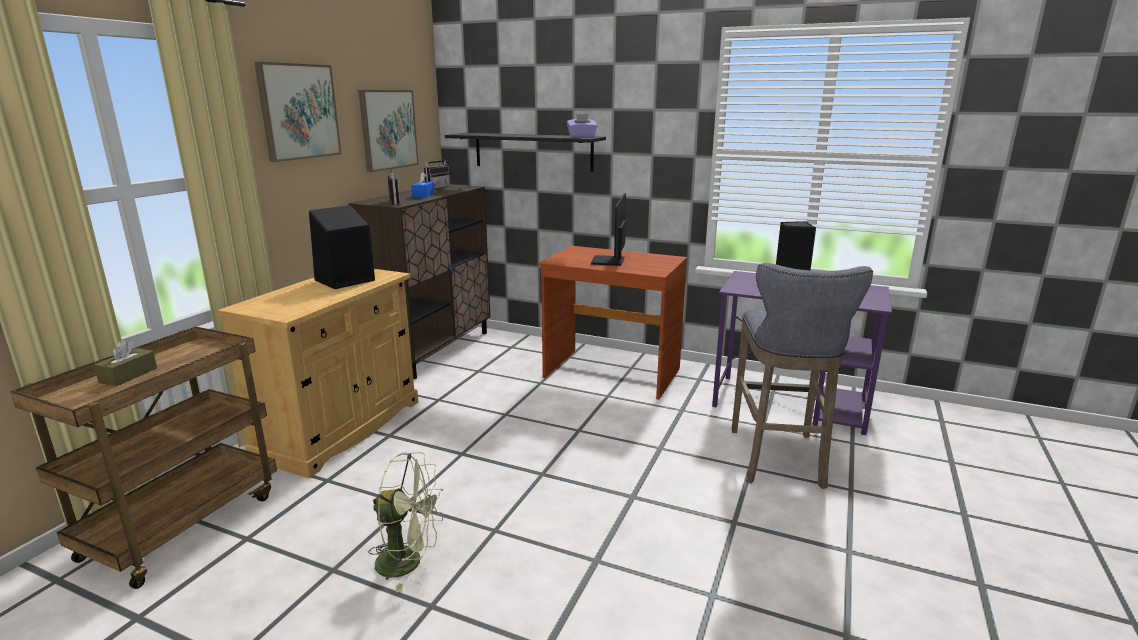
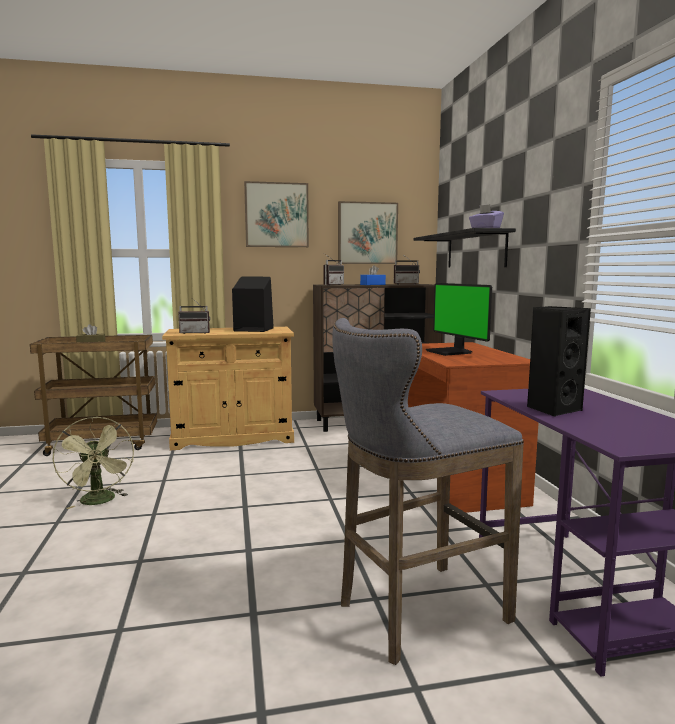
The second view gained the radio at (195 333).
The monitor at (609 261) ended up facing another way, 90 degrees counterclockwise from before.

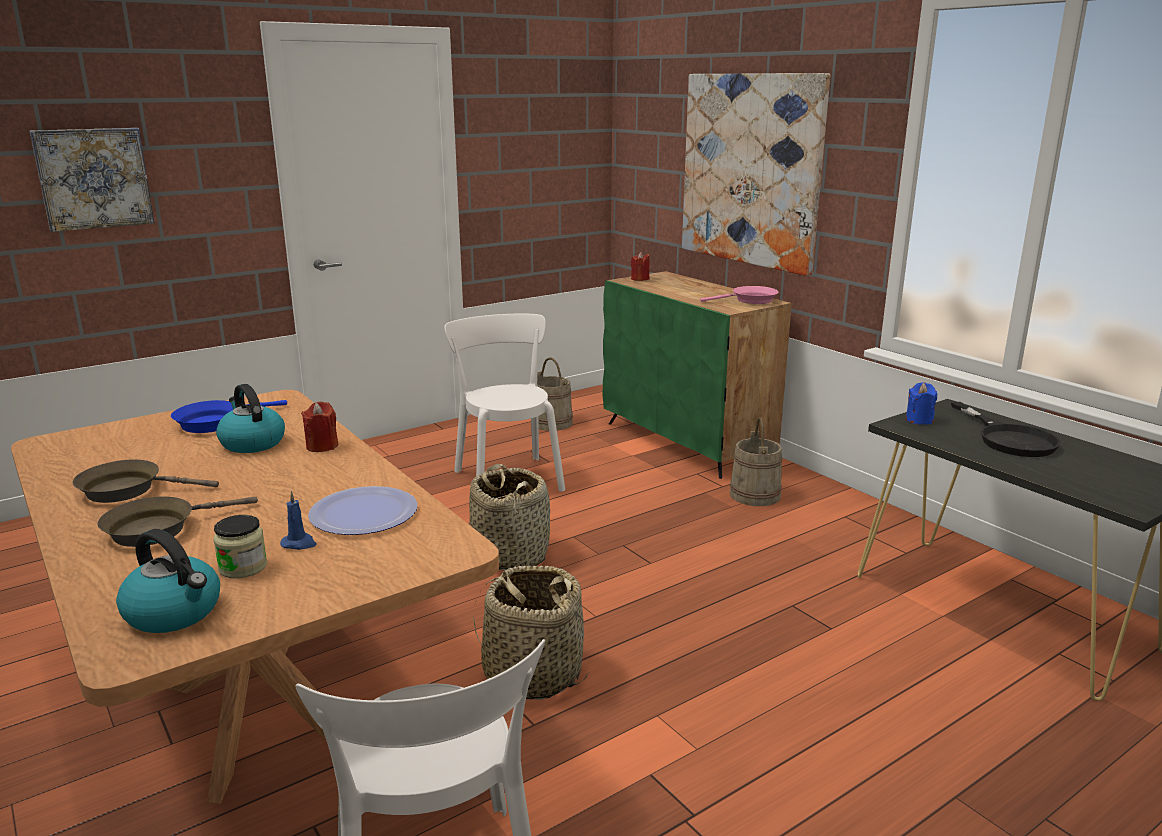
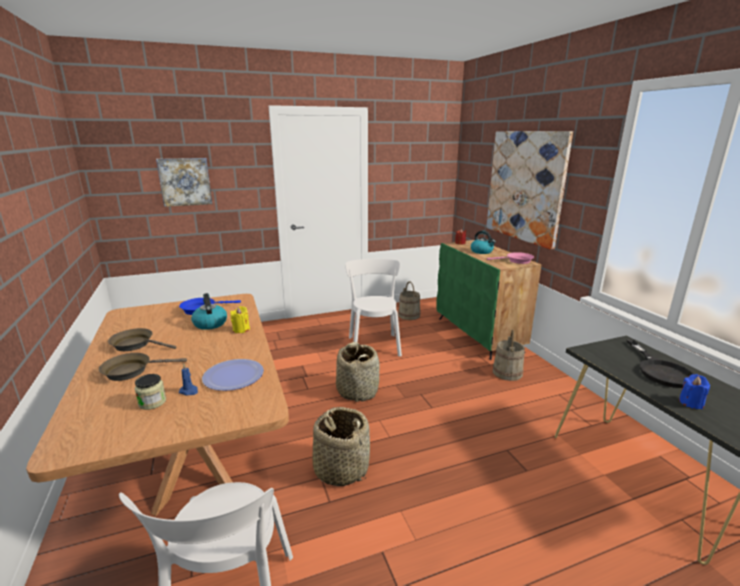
What was the vela/rojo at (322 446) turned into the vela/amarillo at (241 329).
The hervidor ended up elsewhere, having gone from (175 612) to (482 251).
The vela/azul ended up elsewhere, having gone from (919 420) to (691 403).

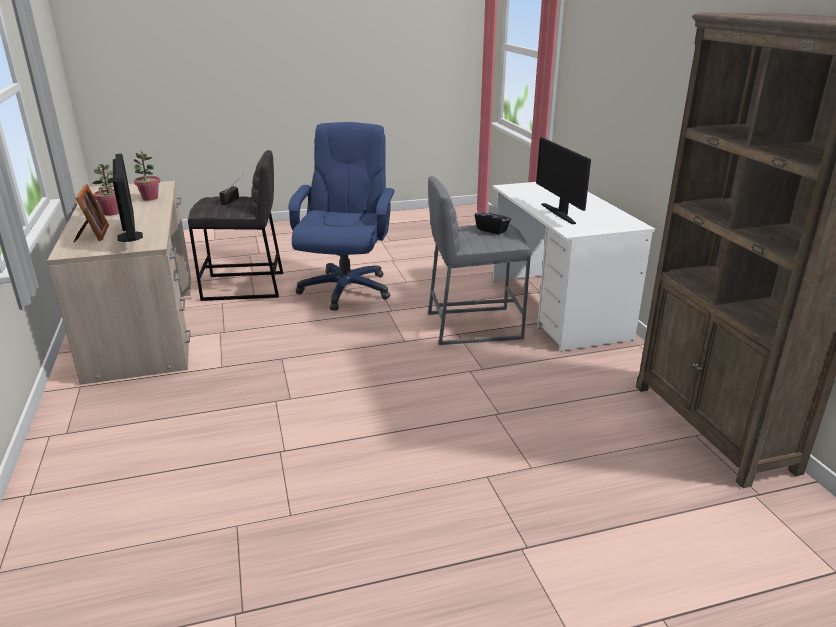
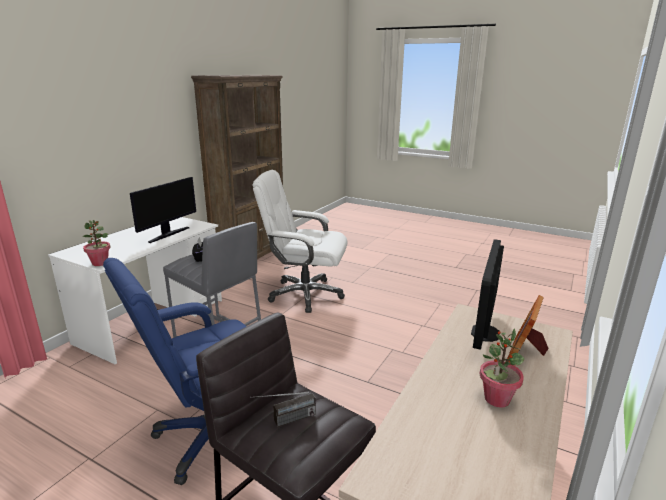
The planta en maceta ended up elsewhere, having gone from (150 198) to (100 263).
The second view gained the silla de oficina/blanco at (304 294).

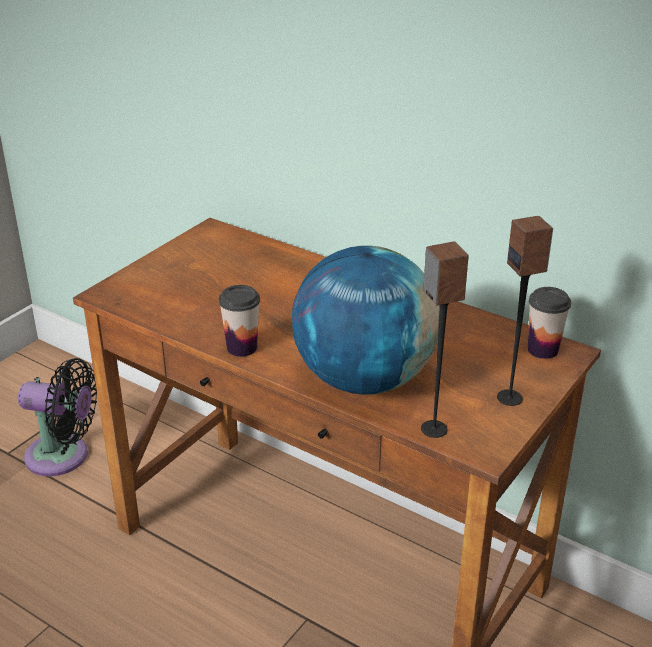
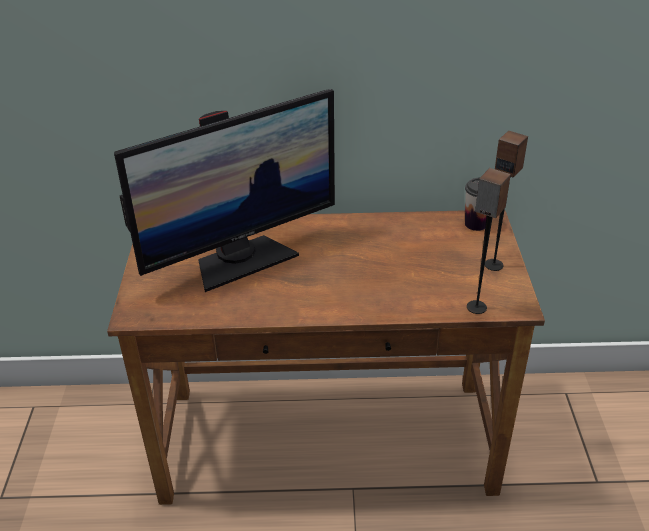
The second view gained the monitor at (240 259).
The second view lost the ventilador/negro at (63 456).
The second view lost the taza at (242 348).
The second view lost the globo terráqueo at (364 380).

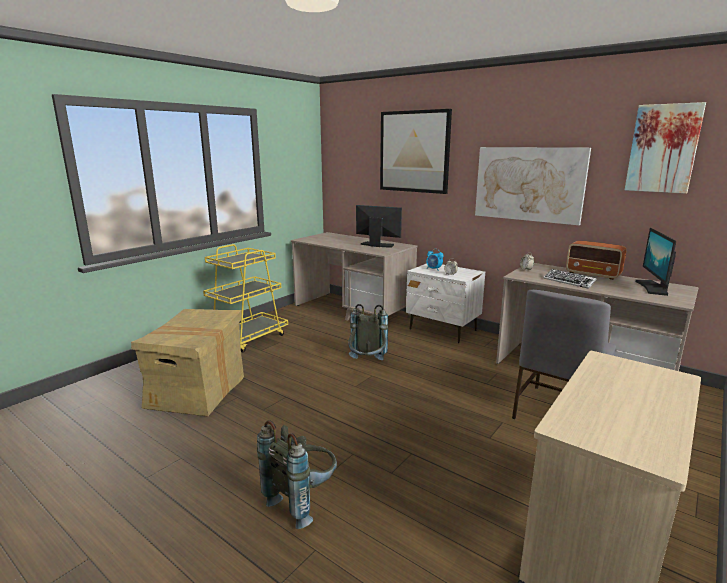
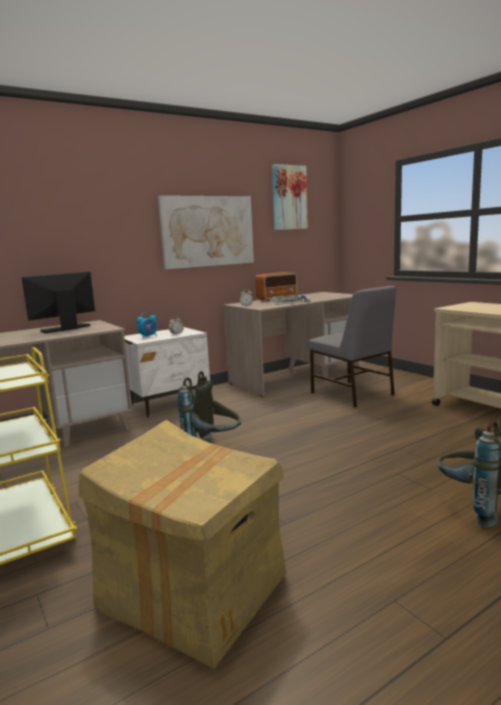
The second view lost the cuadro at (414 151).
The second view lost the monitor at (653 288).

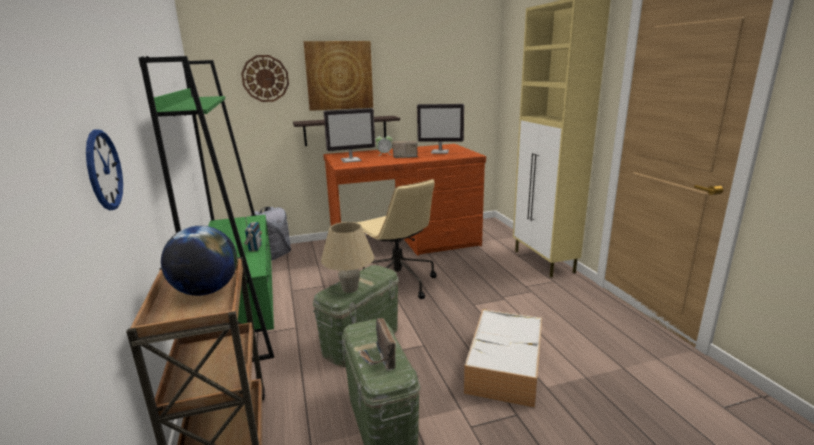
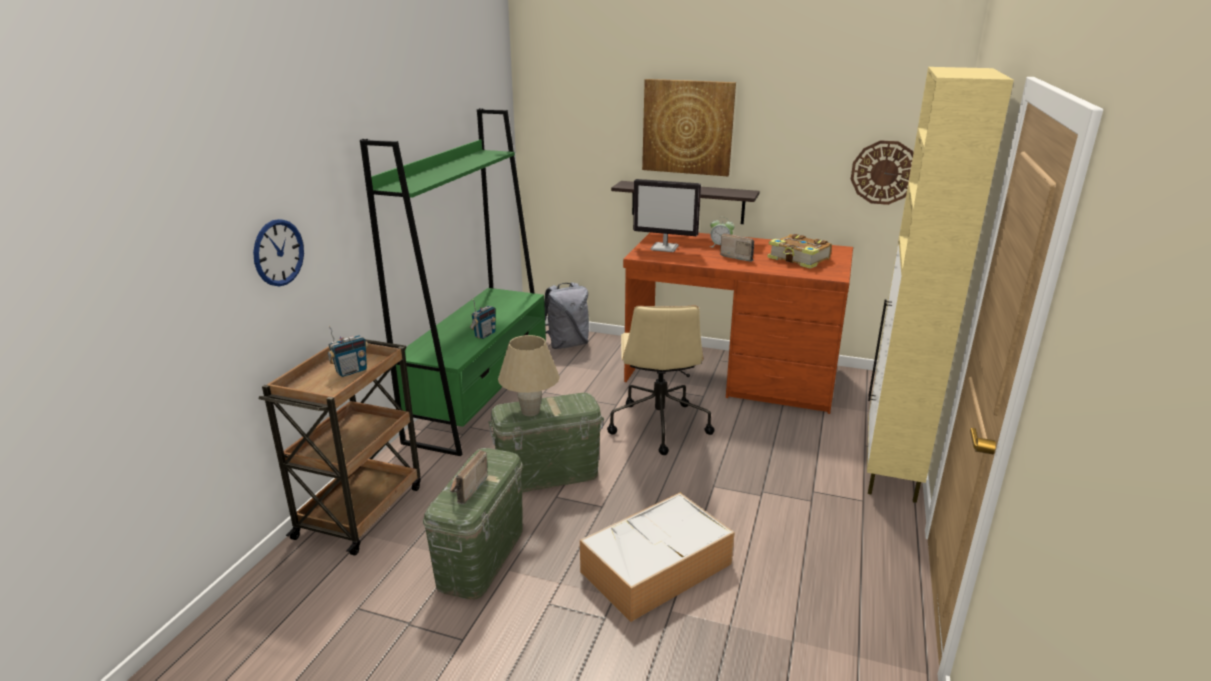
Where the globo terráqueo stood at (206 291), the radio came to stand at (351 371).
Where the monitor stood at (440 152), the libro came to stand at (799 259).
The reloj de pared ended up elsewhere, having gone from (265 78) to (884 172).

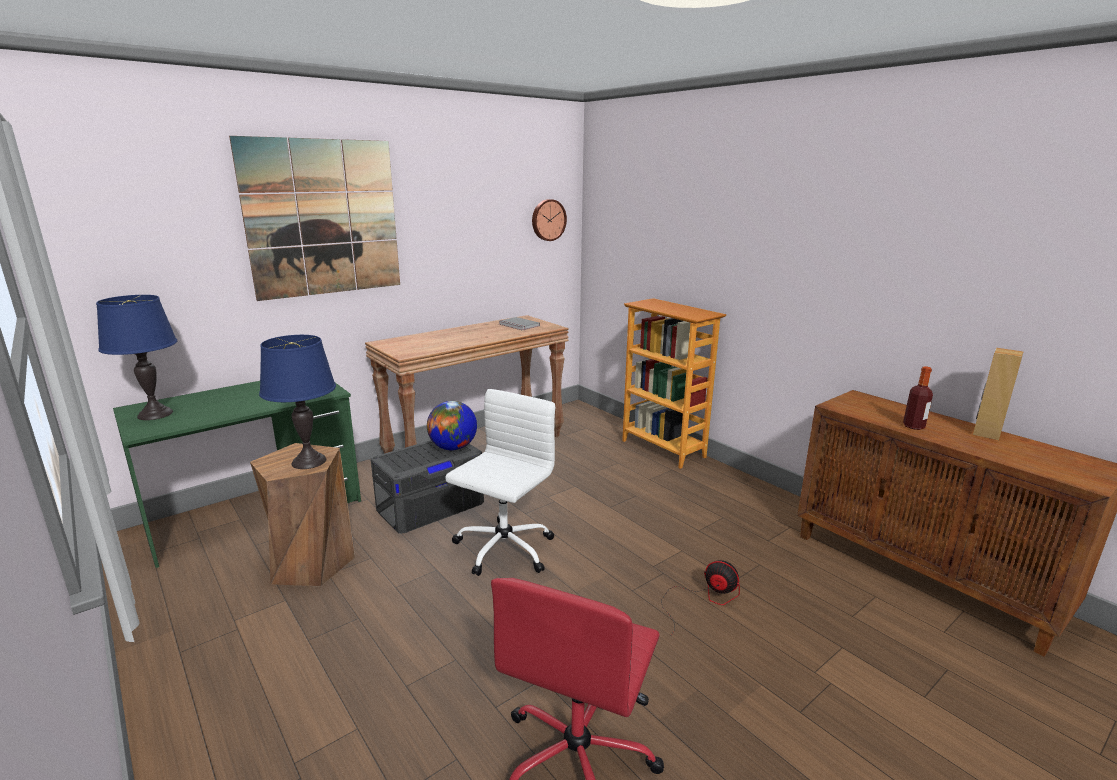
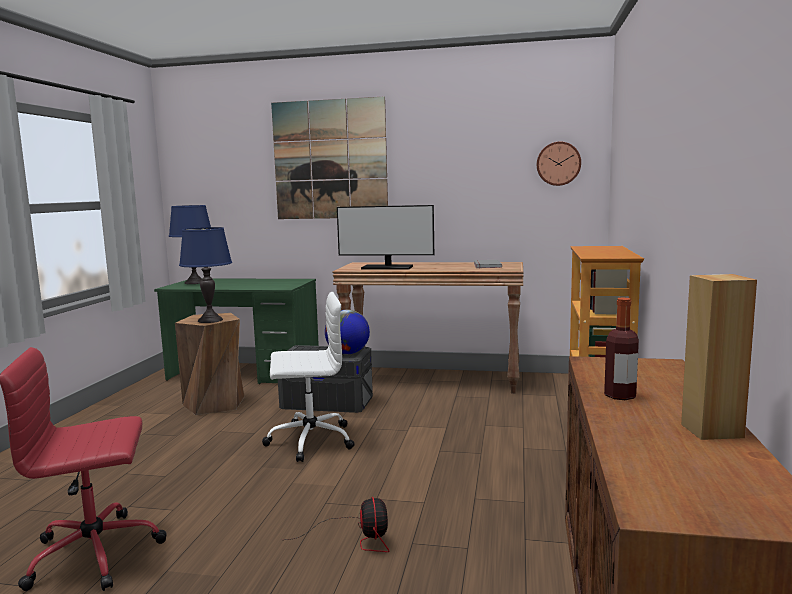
The second view gained the monitor at (387 267).

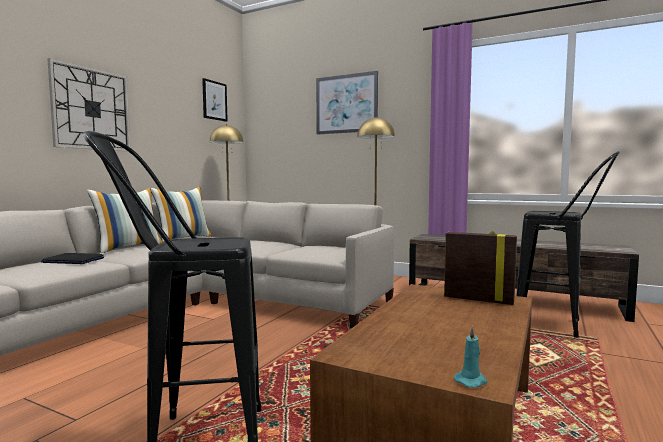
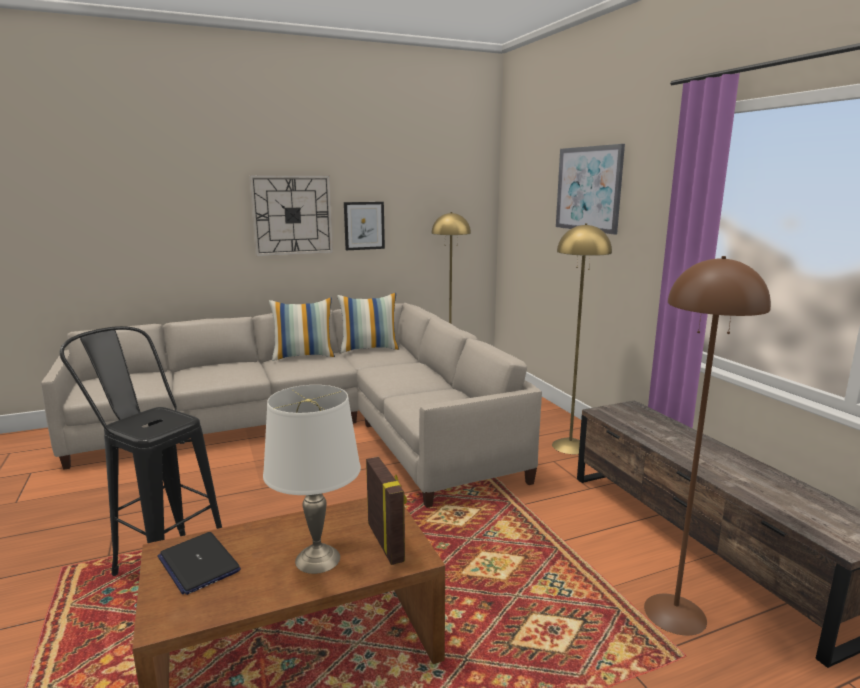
The portátil ended up elsewhere, having gone from (73 260) to (198 564).
The second view gained the lámpara de mesa/blanco at (317 559).
The cuadro ended up elsewhere, having gone from (214 100) to (364 225).
Where the taburete/negro stood at (560 326), the lámpara de pie/marrón came to stand at (675 613).
The second view lost the vela/turquesa at (471 381).

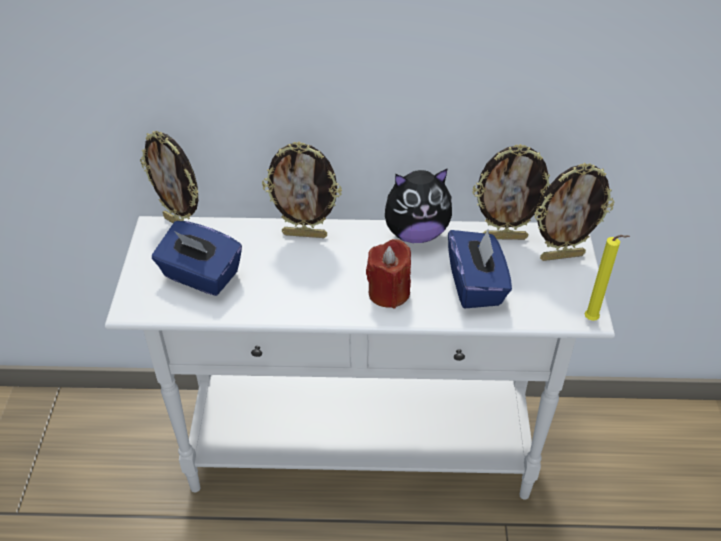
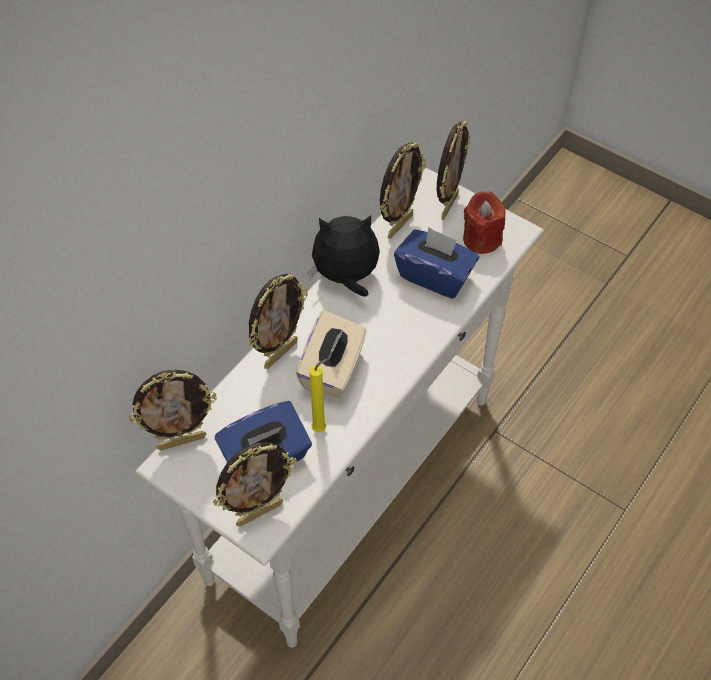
The second view gained the portarretratos at (259 512).
The second view gained the caja de pañuelos/beis at (333 370).
The peluche at (416 233) ended up facing another way, 120 degrees counterclockwise from before.
The vela/amarillo ended up elsewhere, having gone from (593 320) to (321 428).
The vela/rojo ended up elsewhere, having gone from (389 292) to (481 239).

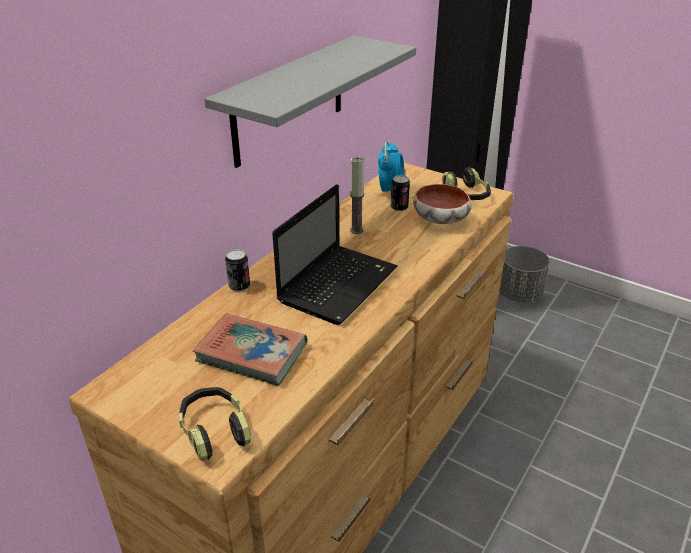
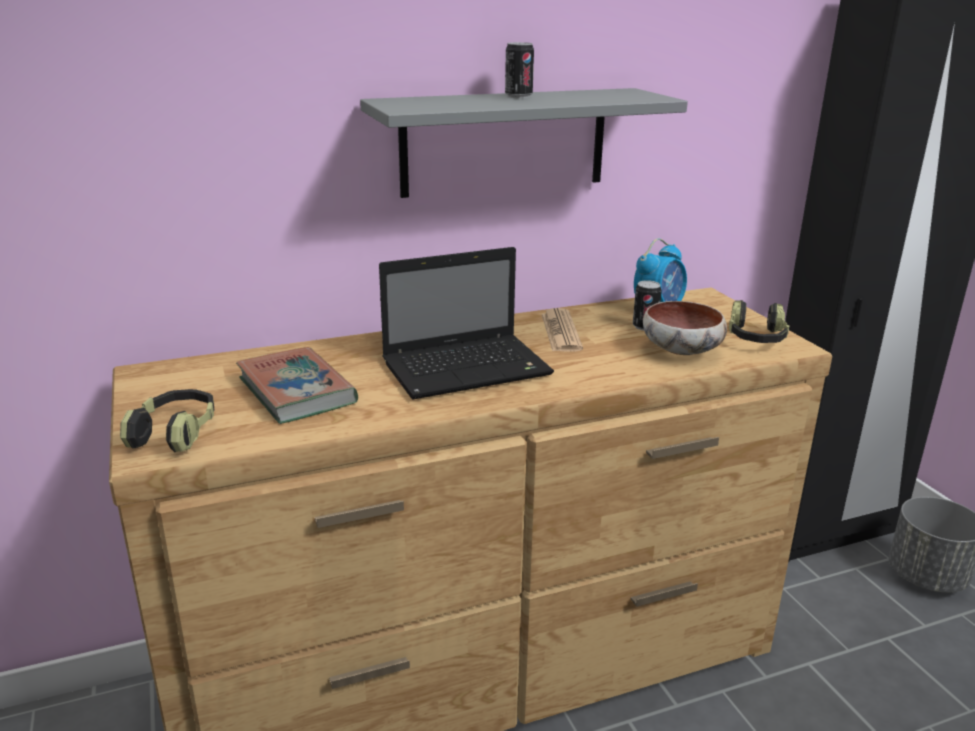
The lata ended up elsewhere, having gone from (239 286) to (518 96).
Where the vela stood at (356 230), the periódico came to stand at (561 332).

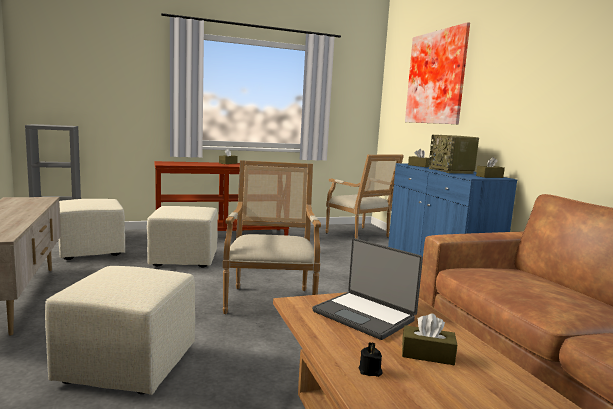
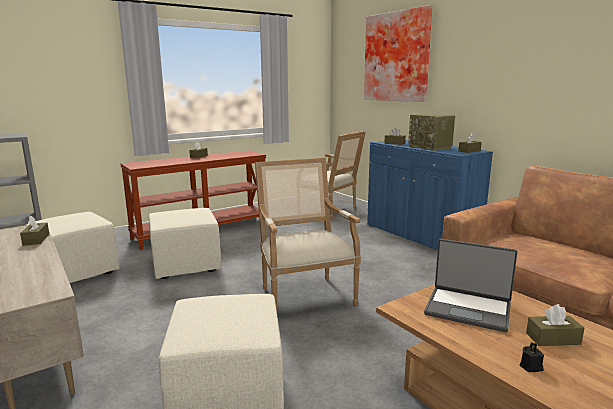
The second view gained the caja de pañuelos/marrón at (36 239).

